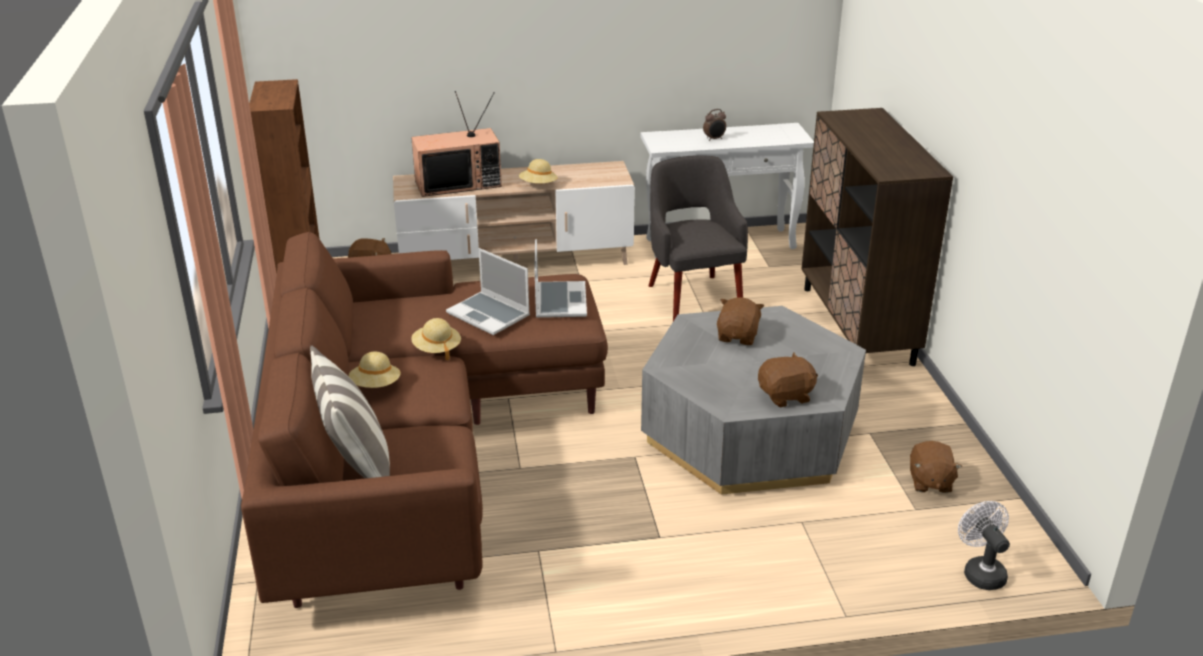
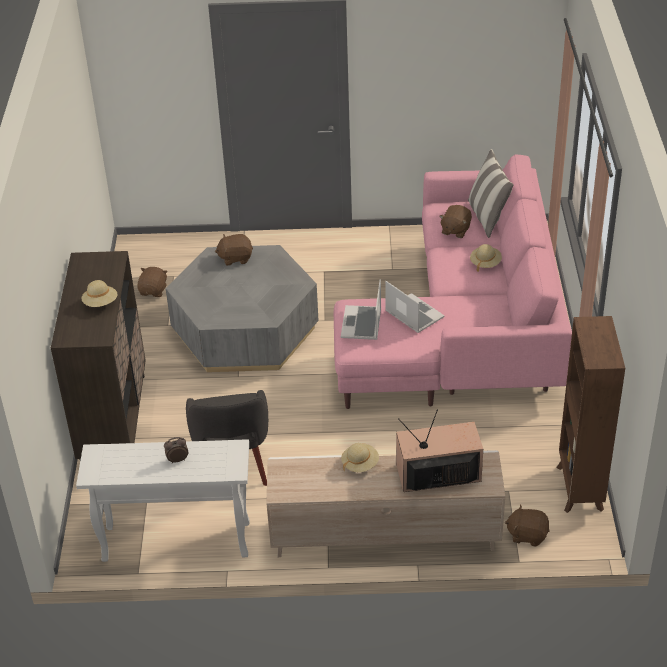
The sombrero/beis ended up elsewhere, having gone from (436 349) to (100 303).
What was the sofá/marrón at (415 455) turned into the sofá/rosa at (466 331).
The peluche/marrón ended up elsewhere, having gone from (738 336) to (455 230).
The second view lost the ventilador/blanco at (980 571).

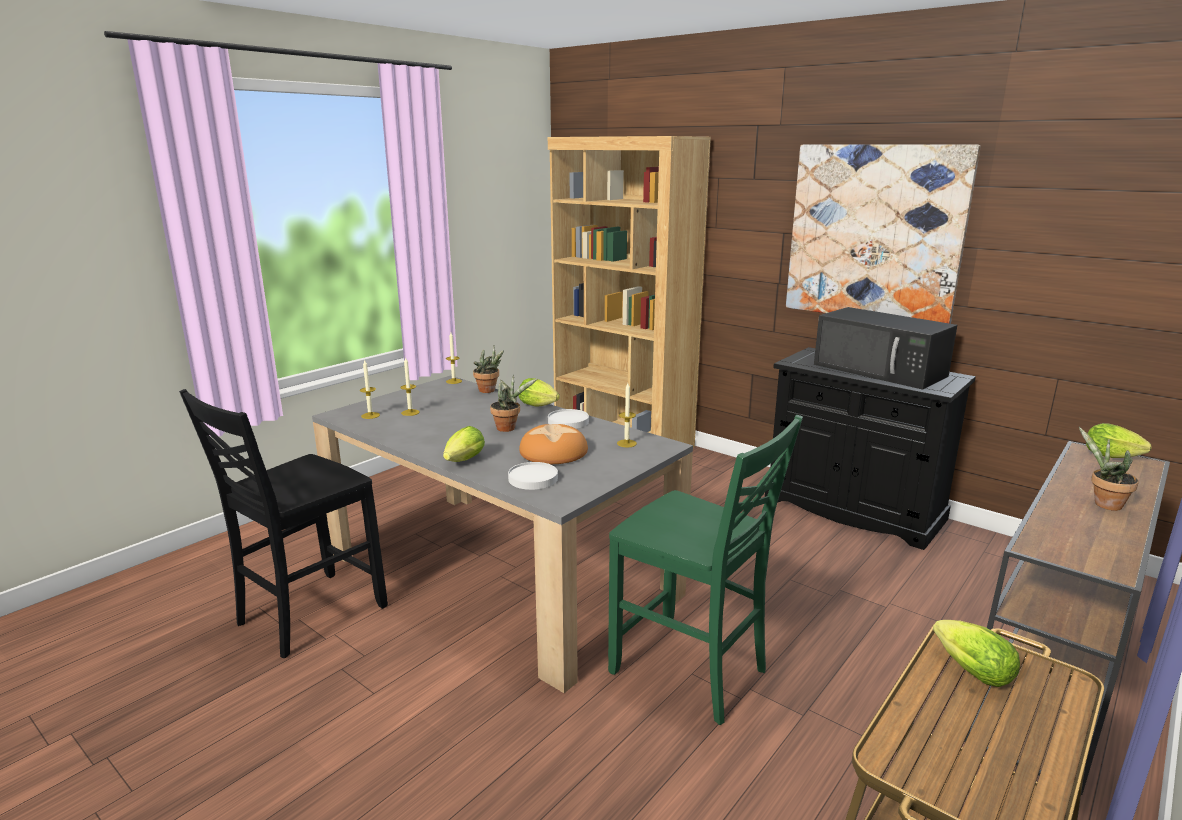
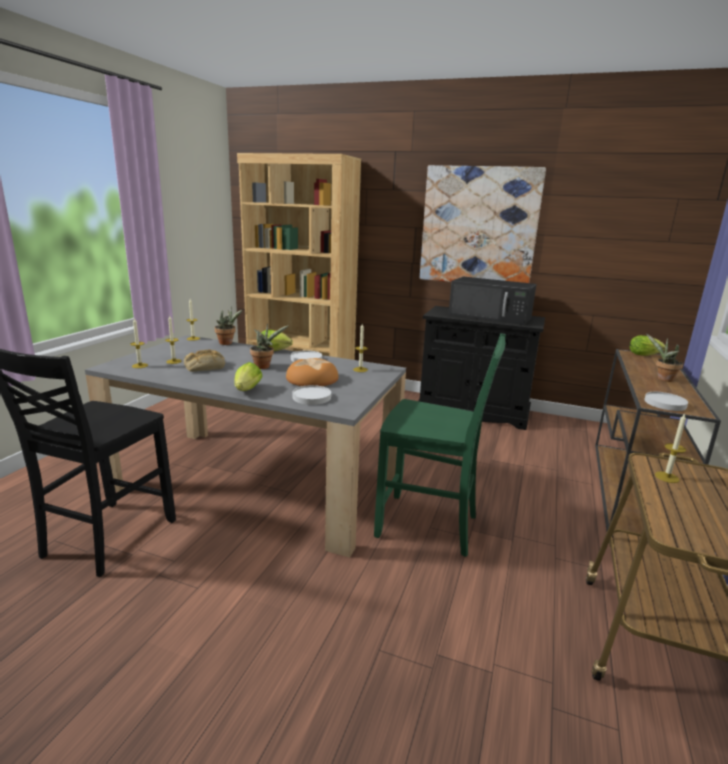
The second view gained the pan at (204 366).
The second view gained the plato/blanco at (665 403).
Where the lechuga stood at (967 669), the vela came to stand at (667 477).

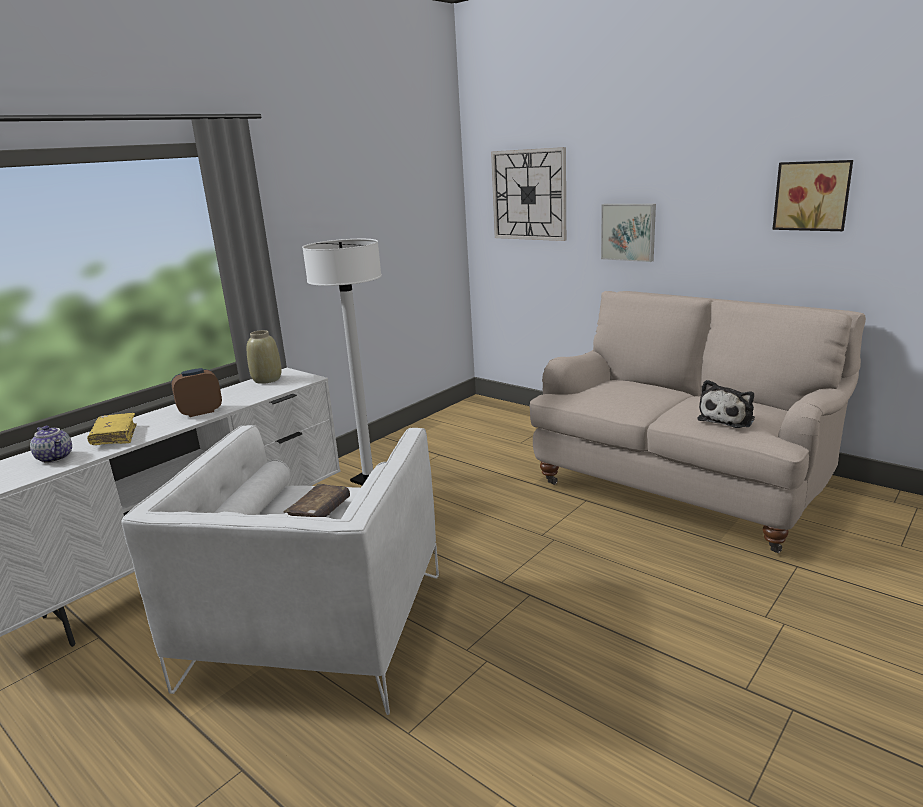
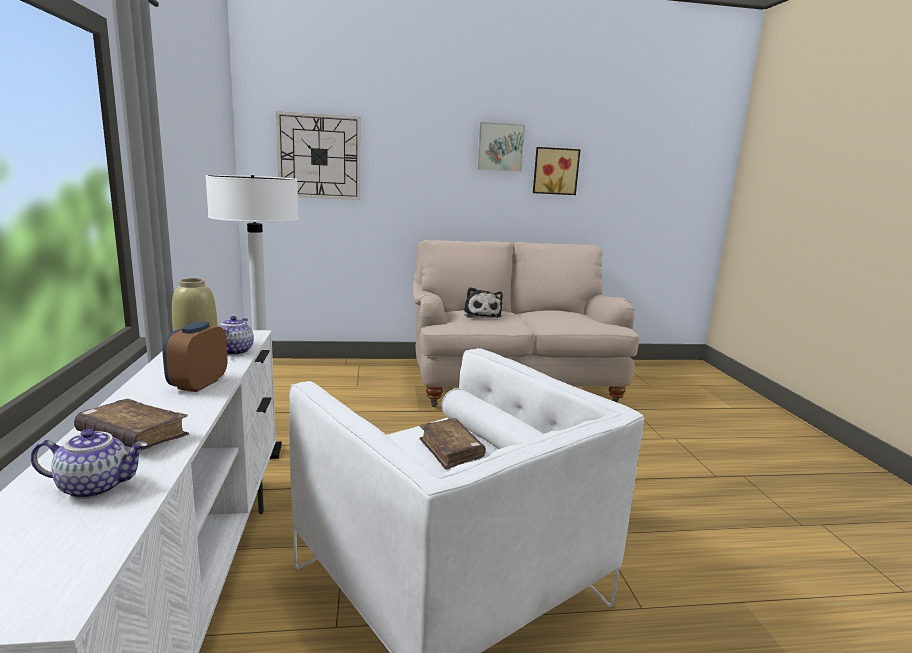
What was the libro/amarillo at (115 436) turned into the libro/marrón at (133 436).
The second view gained the tetera at (234 351).
The peluche ended up elsewhere, having gone from (728 419) to (481 314).
The cuadro ended up elsewhere, having gone from (629 232) to (500 147).

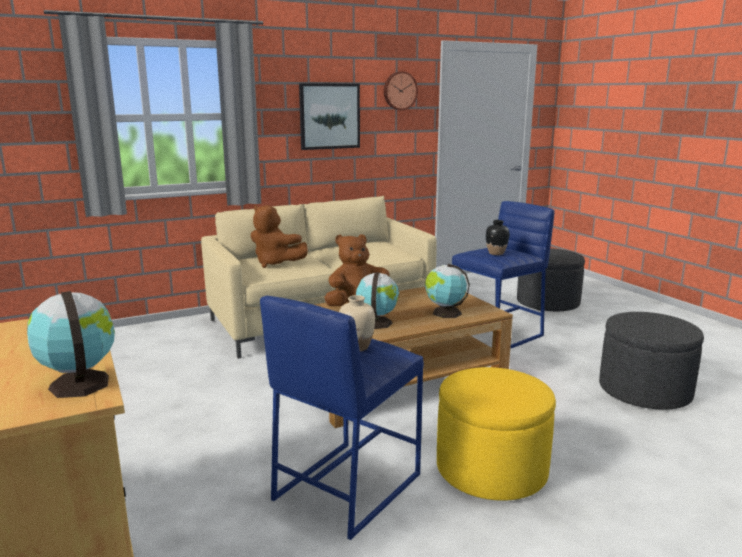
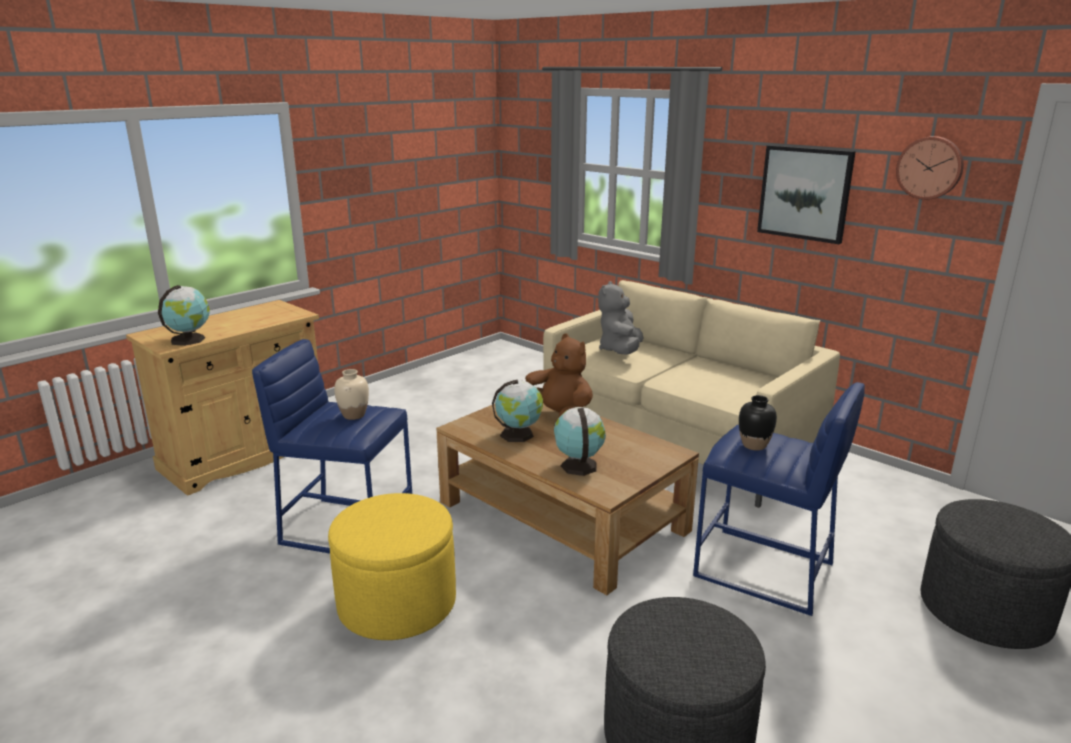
What was the peluche/marrón at (275 263) turned into the peluche/gris at (620 351).

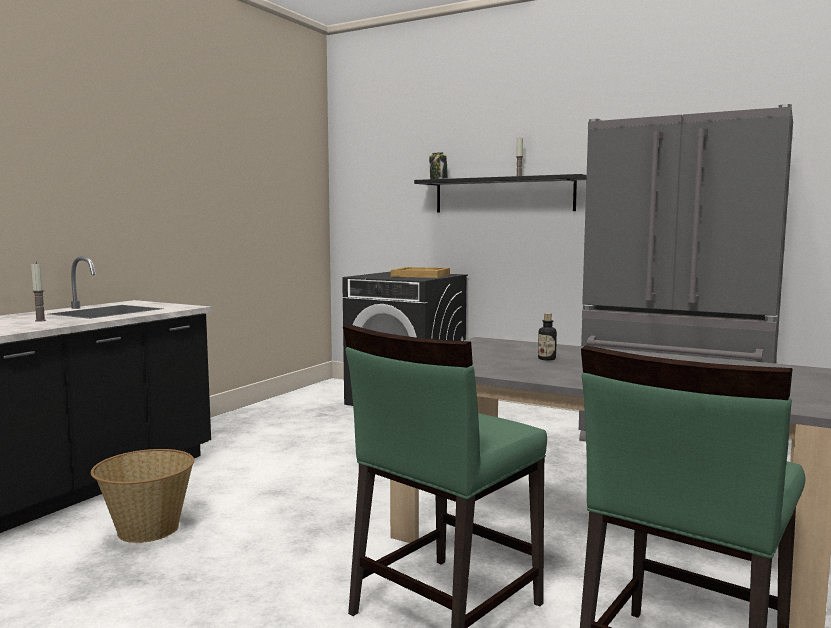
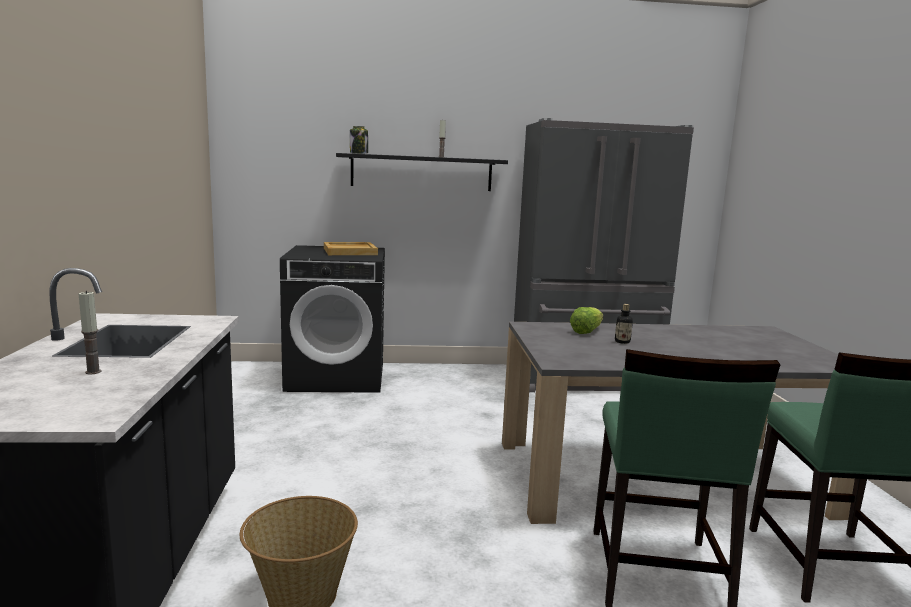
The second view gained the lechuga at (586 331).

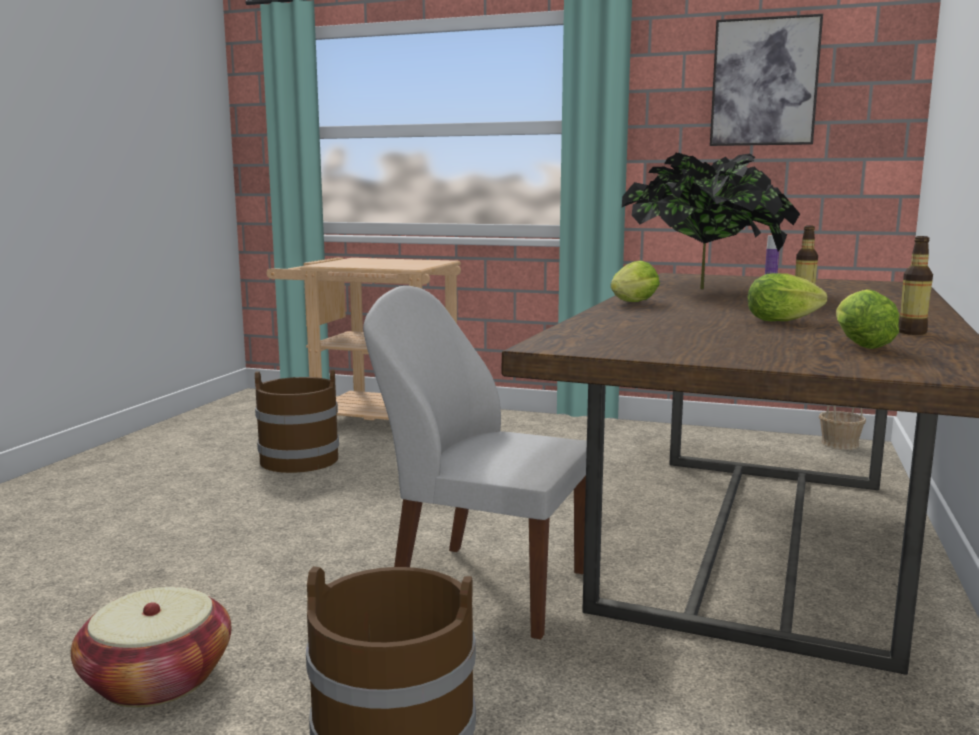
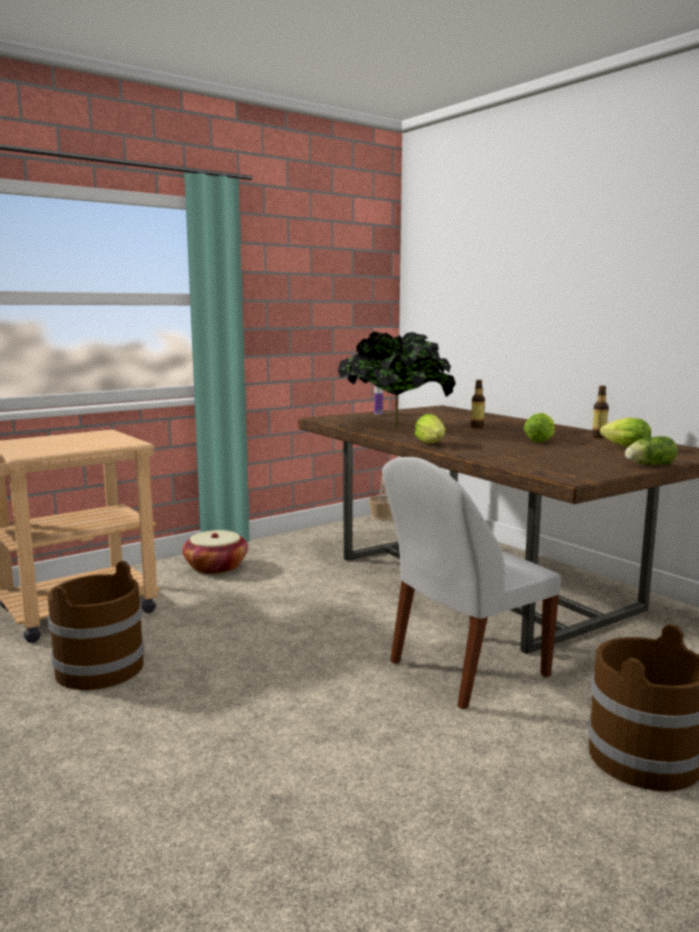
The cesta ended up elsewhere, having gone from (157 679) to (216 567).
The second view gained the lechuga at (648 465).
The second view lost the cuadro at (764 82).

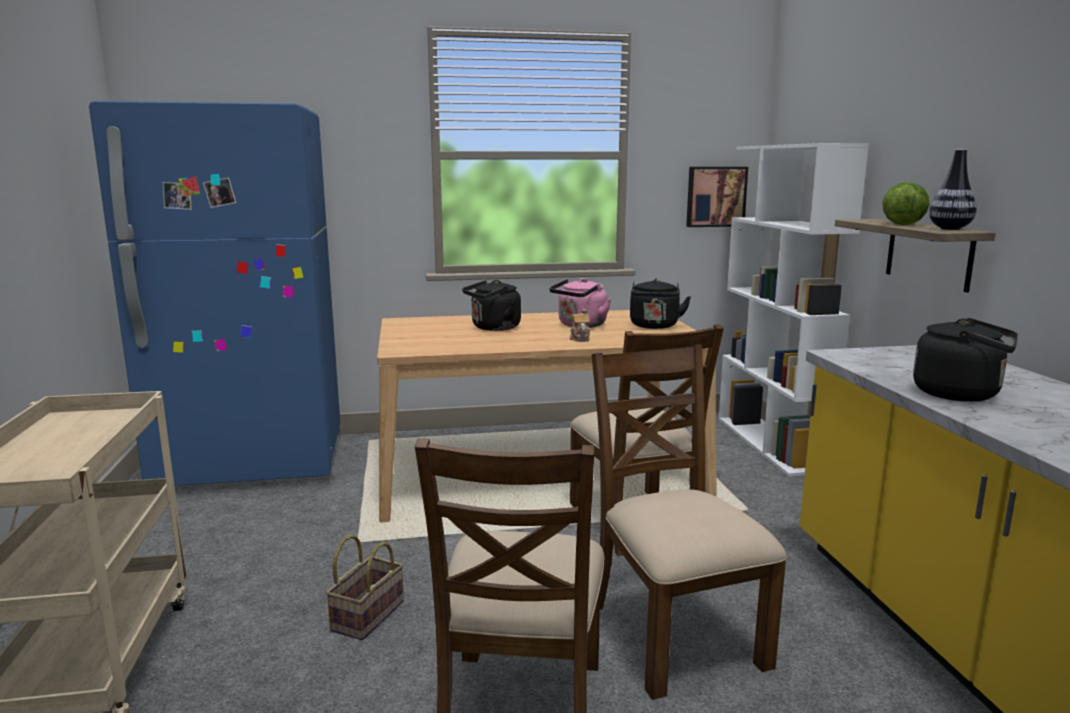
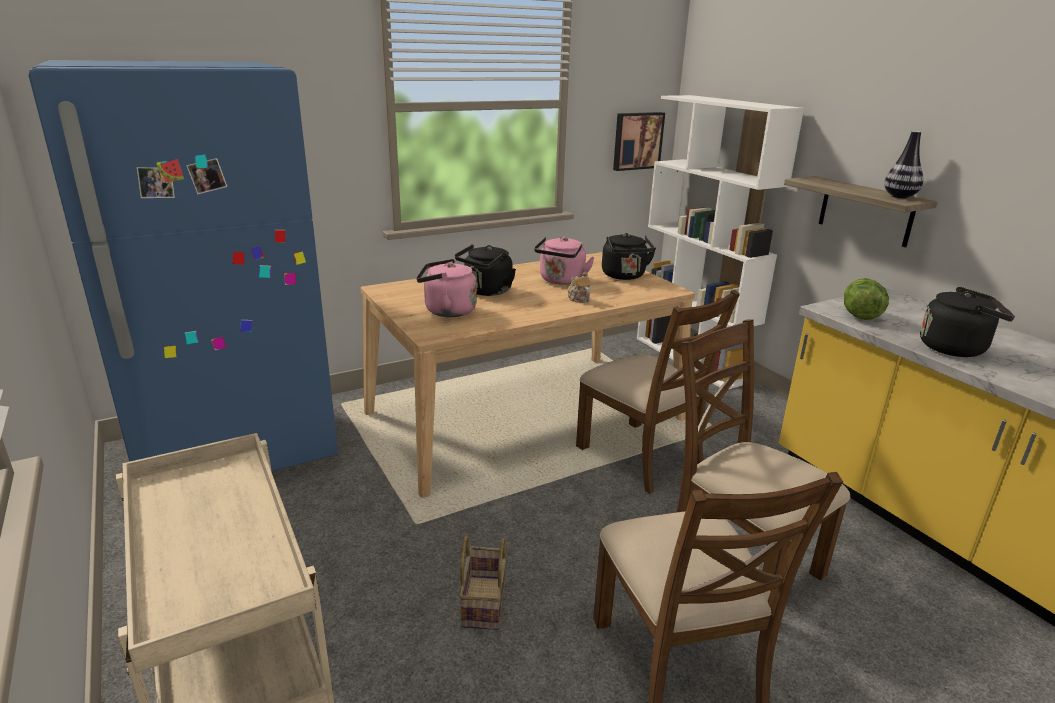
The second view gained the hervidor/rosa at (446 311).
The lechuga ended up elsewhere, having gone from (903 224) to (860 316).

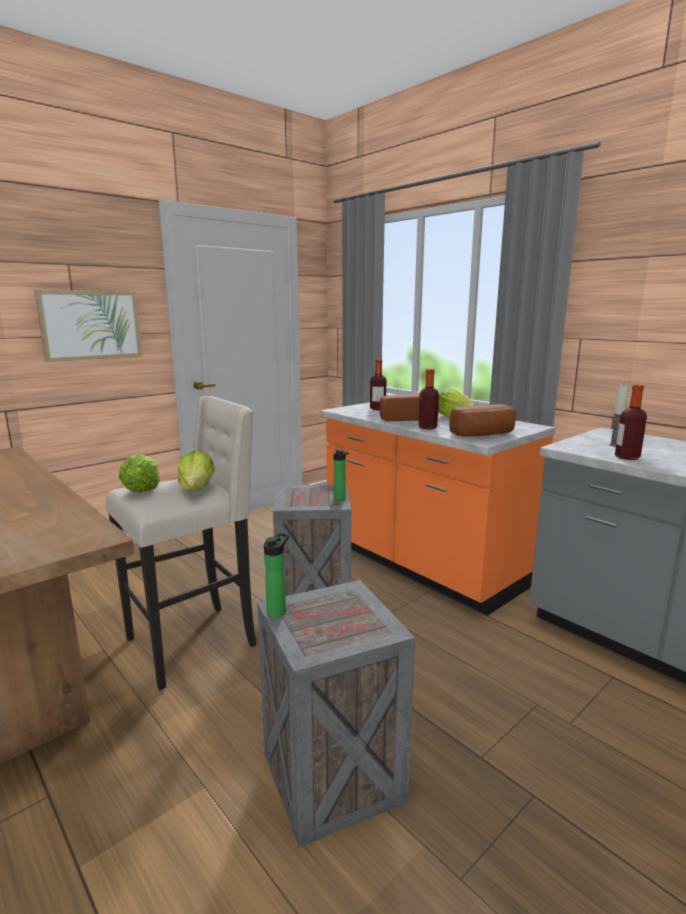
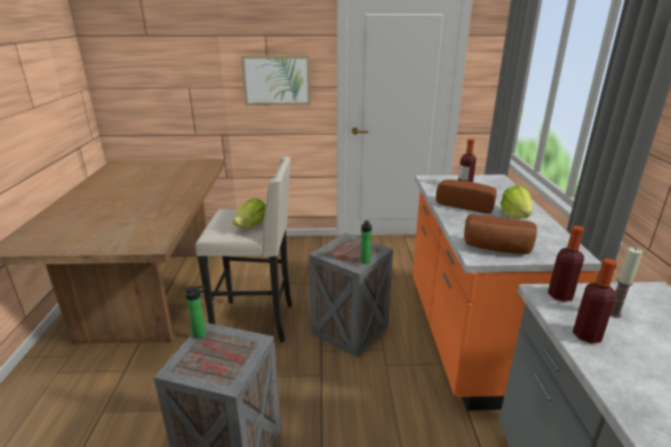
The botella ended up elsewhere, having gone from (427 427) to (560 295).
The second view lost the lechuga at (142 490).

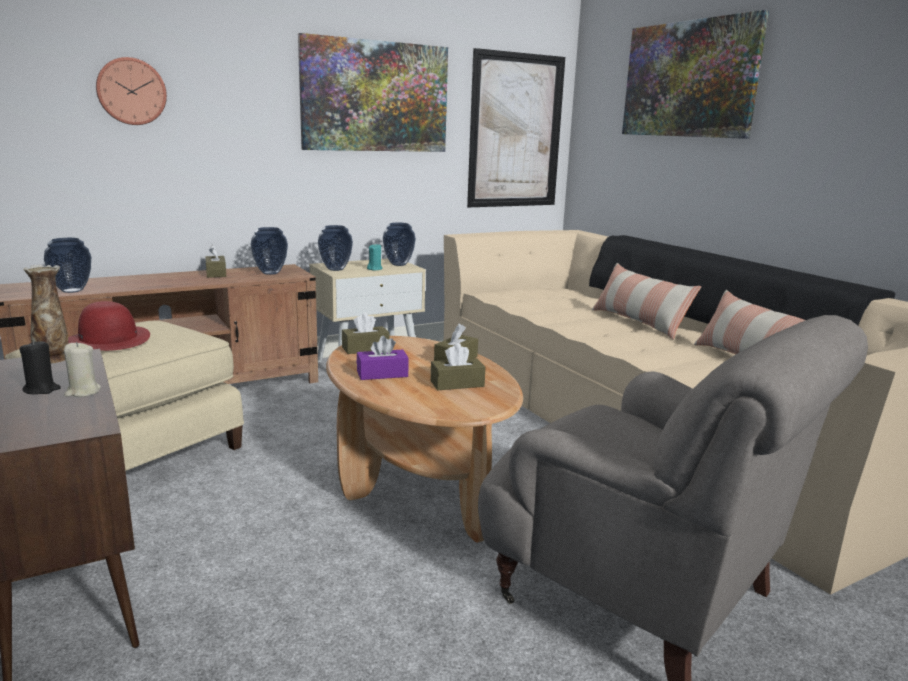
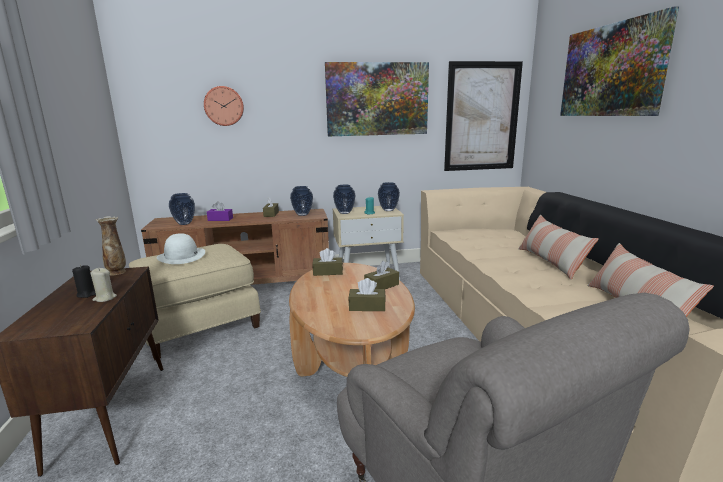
What was the sombrero/rojo at (109 339) turned into the sombrero/blanco at (181 256).
The caja de pañuelos/morado ended up elsewhere, having gone from (382 374) to (220 219).

